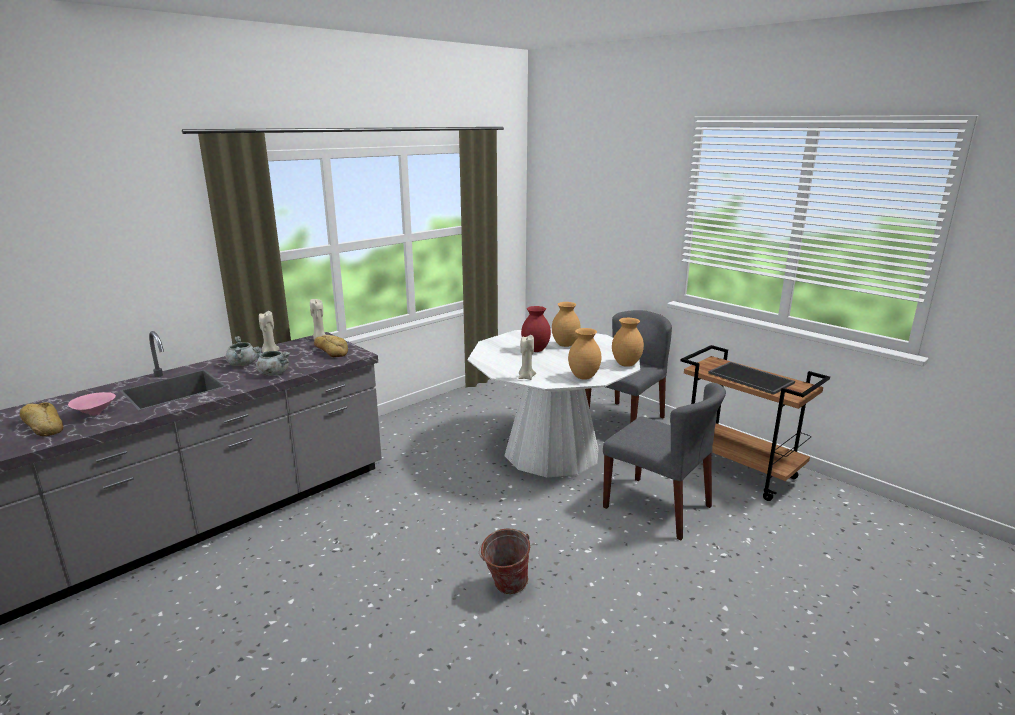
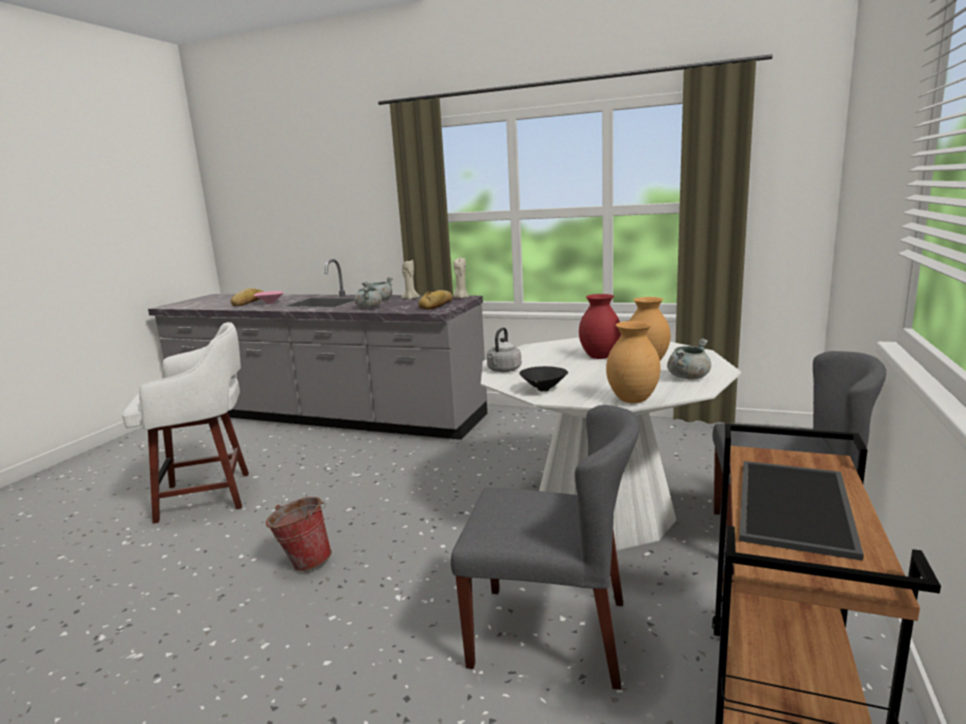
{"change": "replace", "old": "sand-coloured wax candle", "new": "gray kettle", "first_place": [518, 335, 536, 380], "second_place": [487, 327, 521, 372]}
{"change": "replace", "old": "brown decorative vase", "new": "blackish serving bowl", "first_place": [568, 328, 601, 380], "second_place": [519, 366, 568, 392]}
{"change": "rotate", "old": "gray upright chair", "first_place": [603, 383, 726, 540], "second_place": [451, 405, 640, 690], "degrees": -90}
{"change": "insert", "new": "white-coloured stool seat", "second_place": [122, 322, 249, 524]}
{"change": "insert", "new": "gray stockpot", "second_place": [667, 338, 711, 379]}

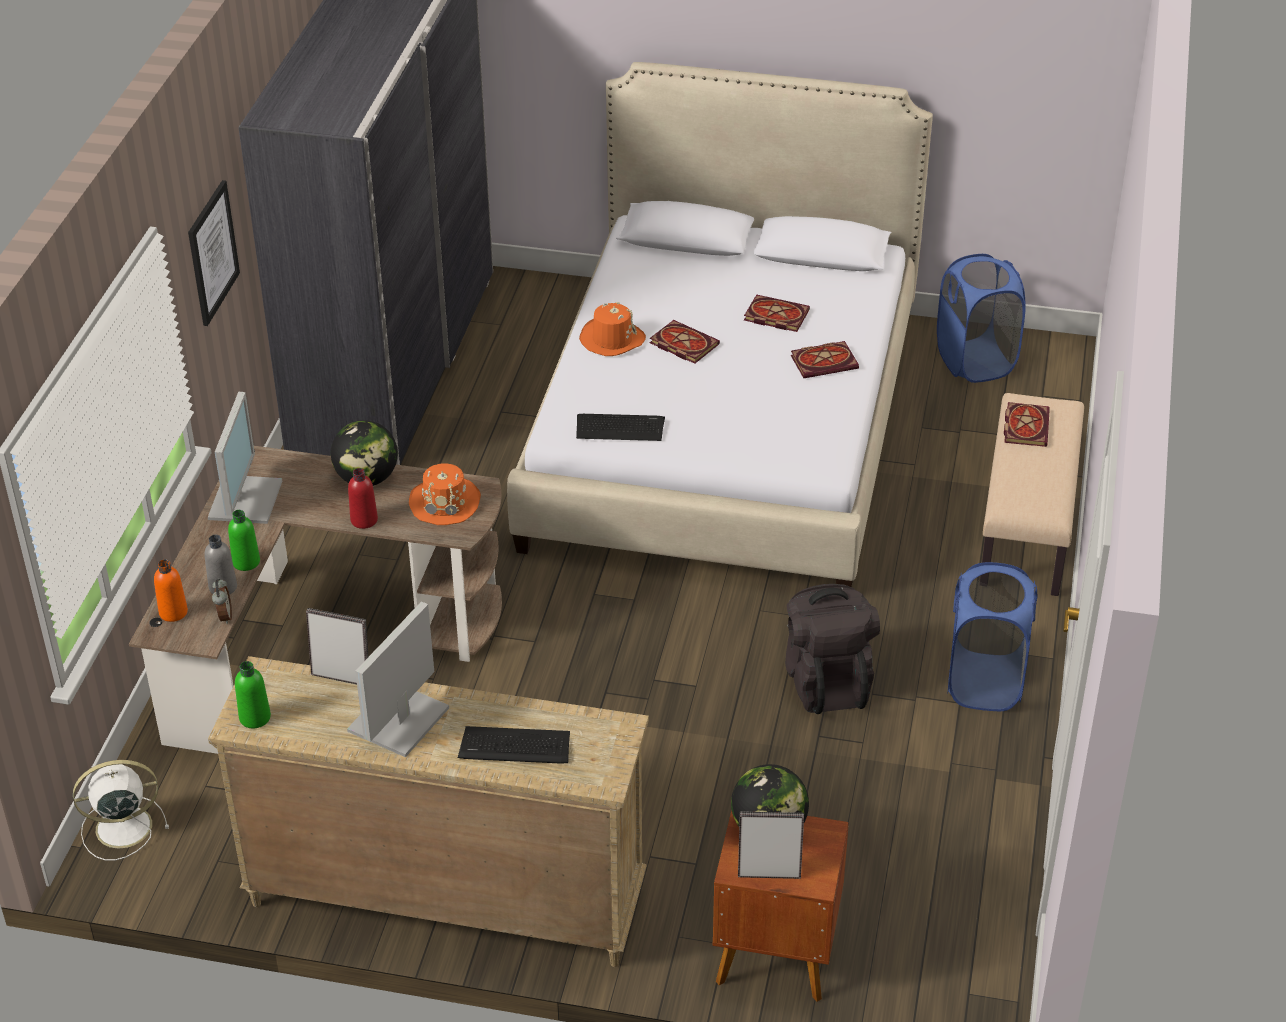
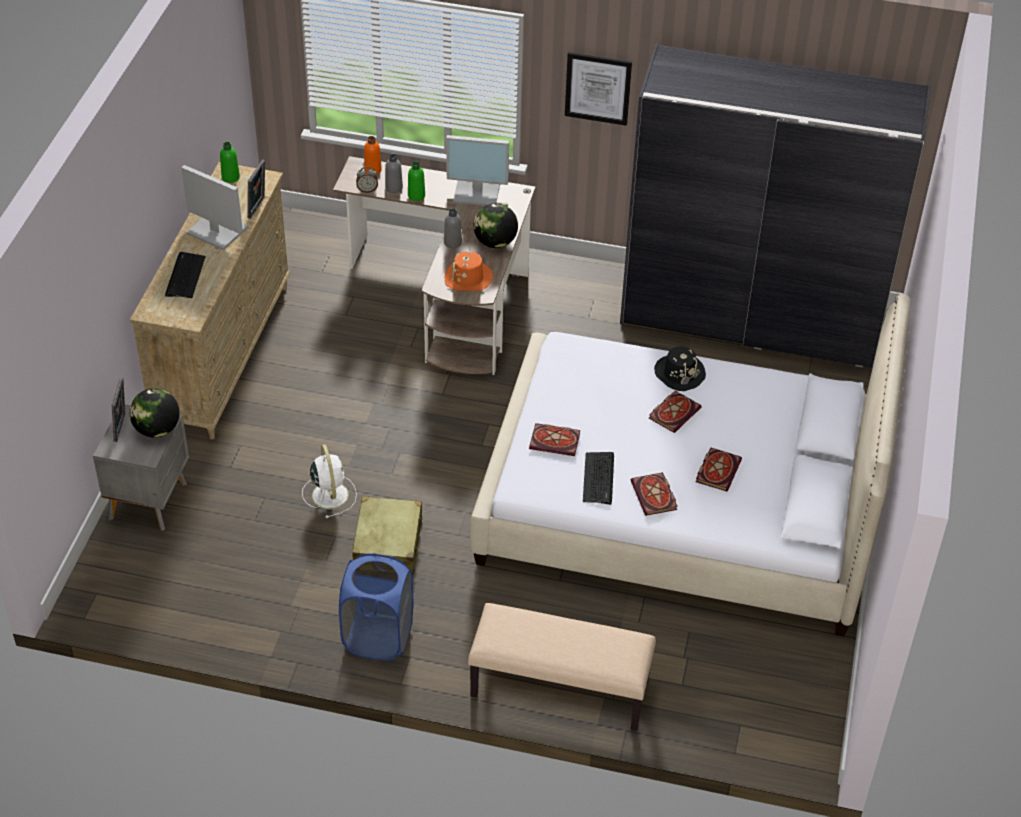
{"change": "move", "old": "white-coloured fan", "first_place": [73, 760, 169, 861], "second_place": [302, 445, 357, 518]}
{"change": "recolor", "old": "reddish drink bottle", "new": "gray drink bottle", "first_place": [348, 468, 378, 529], "second_place": [444, 208, 462, 248]}
{"change": "move", "old": "PC keyboard", "first_place": [576, 414, 665, 441], "second_place": [583, 452, 614, 505]}
{"change": "recolor", "old": "orange hat", "new": "blackish hat", "first_place": [579, 302, 646, 356], "second_place": [654, 346, 706, 391]}
{"change": "recolor", "old": "brown night table", "new": "gray night table", "first_place": [713, 810, 848, 1002], "second_place": [93, 404, 189, 531]}
{"change": "replace", "old": "blackish rucksack", "new": "sand-coloured suitcase", "first_place": [785, 584, 880, 714], "second_place": [352, 496, 422, 575]}
{"change": "delete", "old": "blue-coloured hamper", "first_place": [937, 254, 1026, 383]}
{"change": "move", "old": "bound book", "first_place": [1004, 402, 1050, 447], "second_place": [529, 423, 580, 456]}

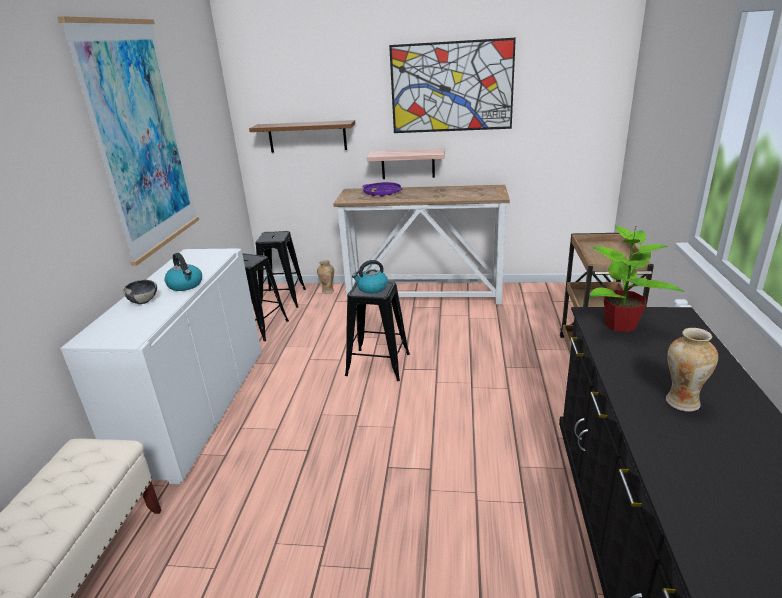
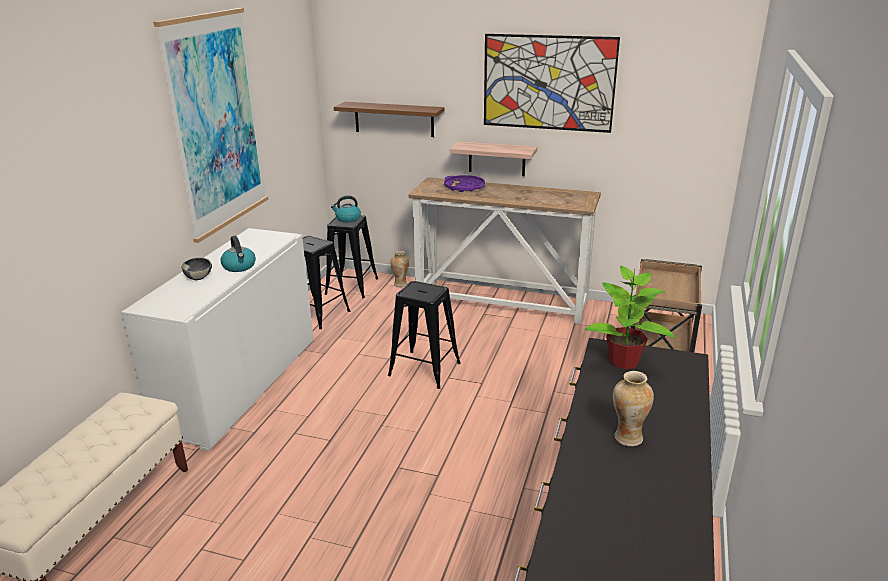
{"change": "move", "old": "kettle", "first_place": [352, 260, 388, 293], "second_place": [331, 196, 361, 222]}

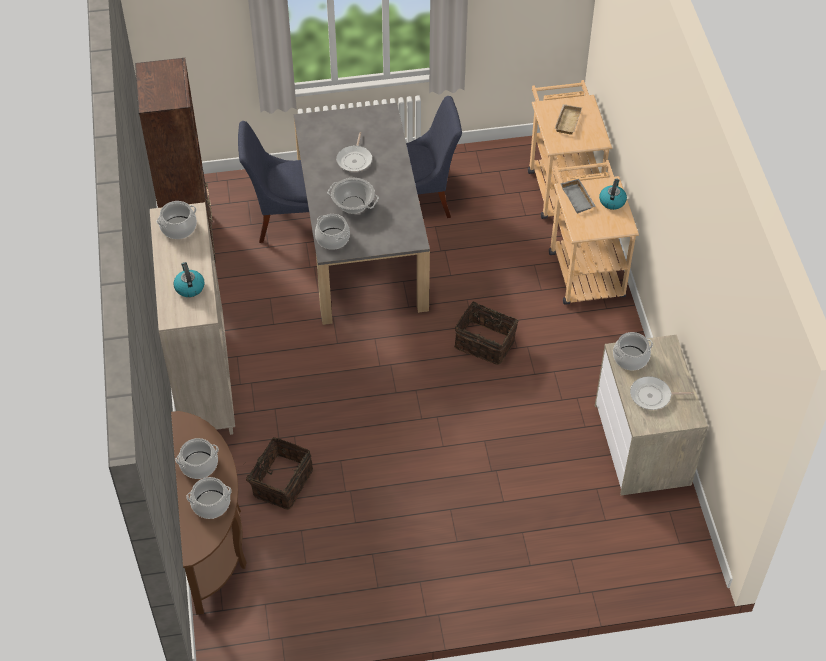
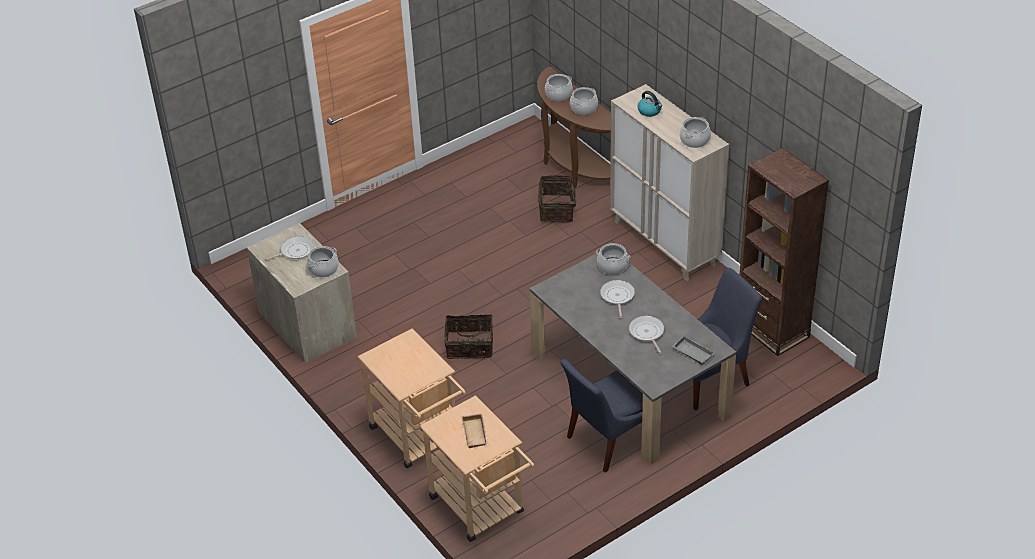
{"change": "replace", "old": "stockpot", "new": "frying pan", "first_place": [327, 178, 379, 214], "second_place": [600, 280, 635, 318]}
{"change": "move", "old": "gray carrying tray", "first_place": [560, 179, 596, 214], "second_place": [672, 335, 714, 365]}
{"change": "delete", "old": "kettle", "first_place": [599, 178, 627, 210]}

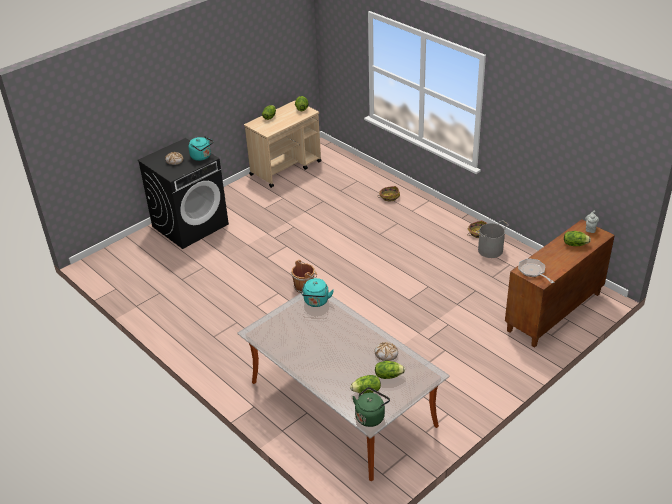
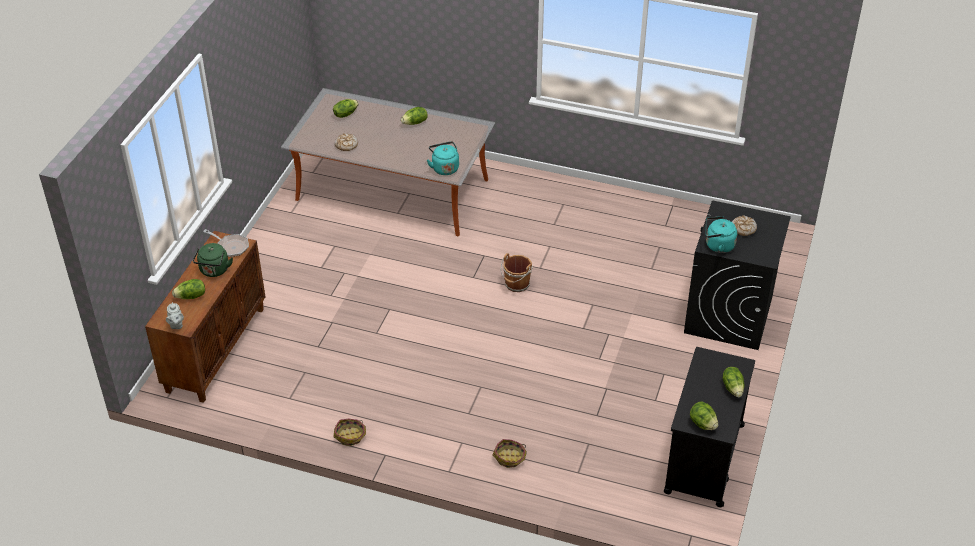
{"change": "recolor", "old": "sand-coloured trolley", "new": "blackish trolley", "first_place": [244, 100, 322, 188], "second_place": [663, 347, 755, 507]}
{"change": "move", "old": "green-coloured kettle", "first_place": [352, 387, 390, 427], "second_place": [193, 243, 233, 277]}
{"change": "move", "old": "head of lettuce", "first_place": [375, 361, 405, 379], "second_place": [401, 107, 428, 125]}
{"change": "delete", "old": "gray water bucket", "first_place": [476, 220, 509, 258]}

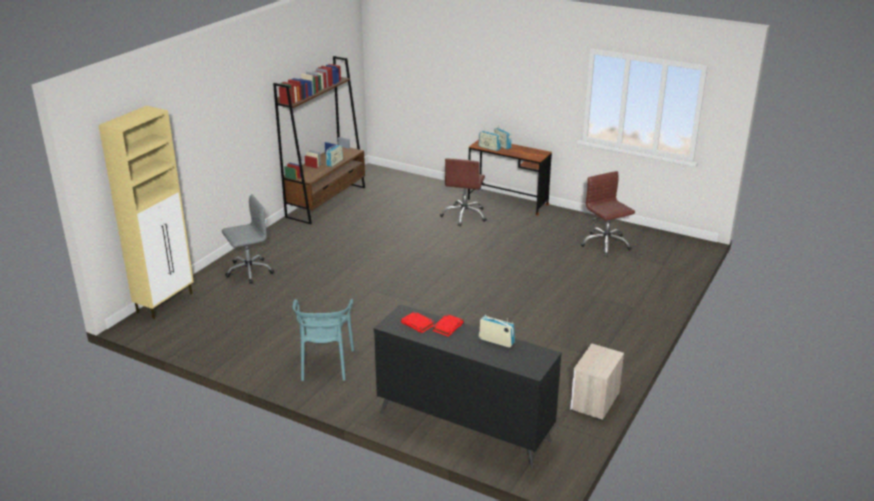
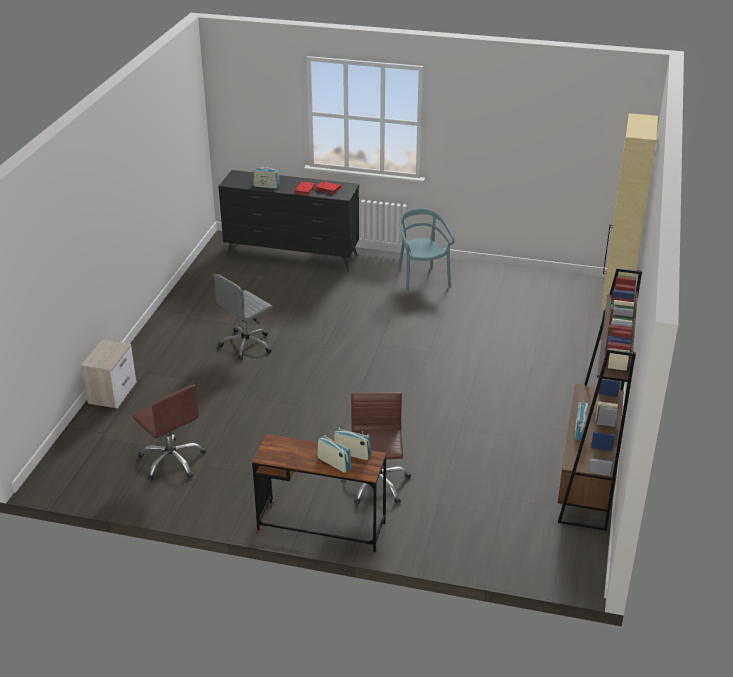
{"change": "move", "old": "gray desk chair", "first_place": [222, 194, 274, 284], "second_place": [213, 274, 273, 360]}
{"change": "move", "old": "night table", "first_place": [570, 343, 624, 421], "second_place": [81, 340, 136, 409]}

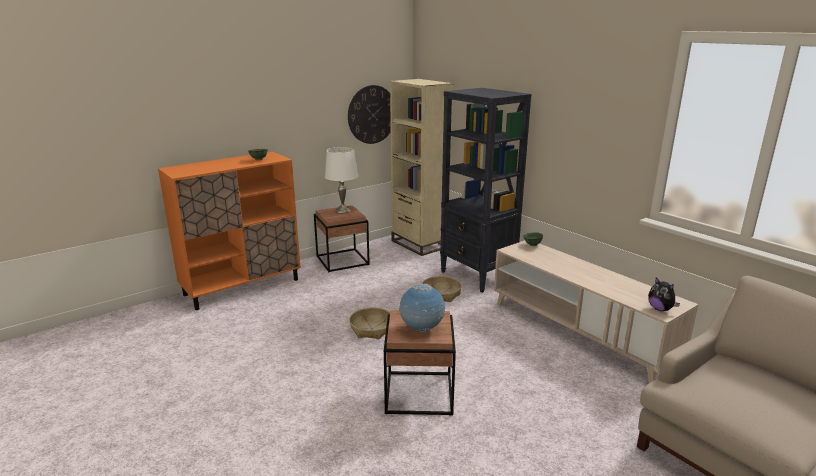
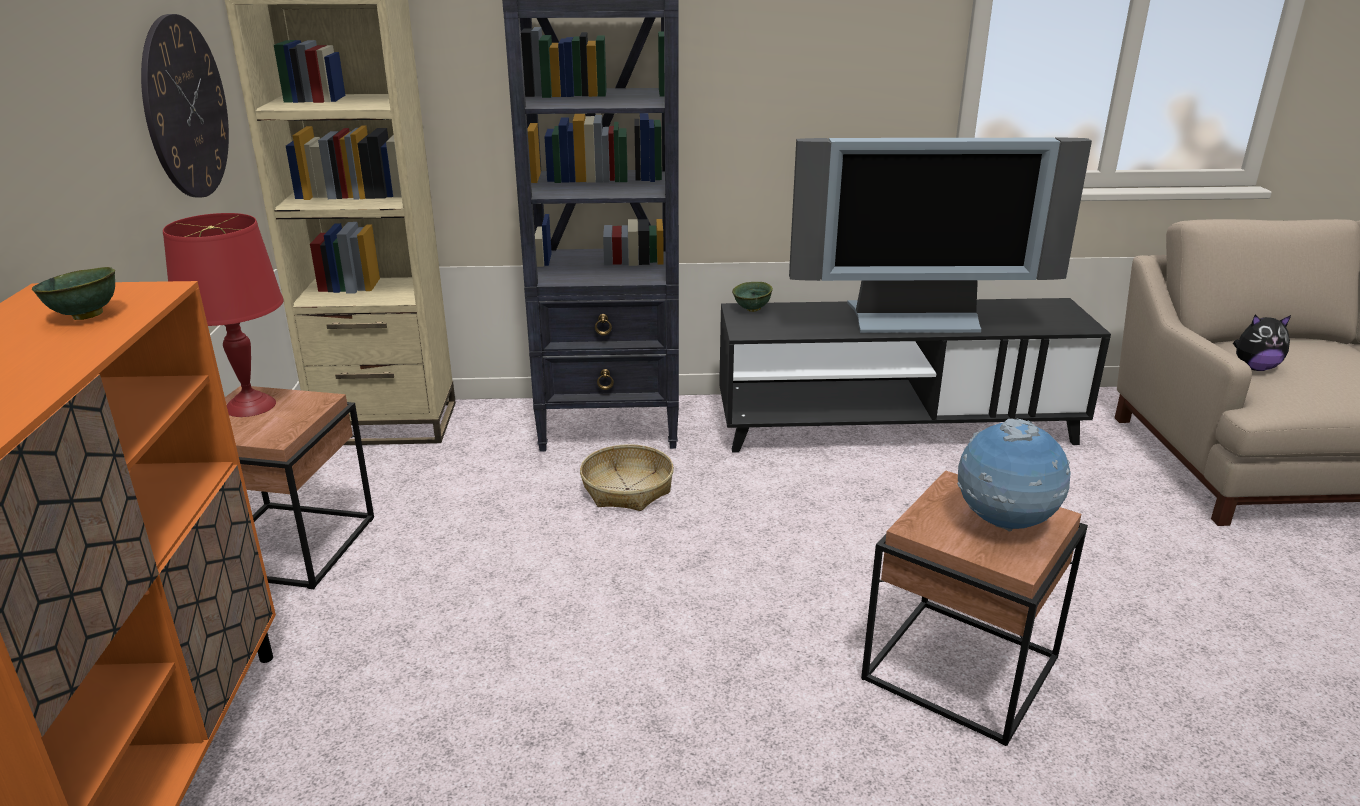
{"change": "recolor", "old": "white-coloured tabletop lamp", "new": "reddish tabletop lamp", "first_place": [325, 147, 358, 213], "second_place": [163, 213, 284, 417]}
{"change": "delete", "old": "storage basket", "first_place": [349, 308, 390, 339]}
{"change": "recolor", "old": "sand-coloured tv stand", "new": "blackish tv stand", "first_place": [494, 240, 698, 383], "second_place": [719, 298, 1111, 453]}
{"change": "move", "old": "plush toy", "first_place": [648, 277, 680, 311], "second_place": [1233, 315, 1291, 371]}
{"change": "insert", "new": "TV", "second_place": [789, 138, 1092, 333]}

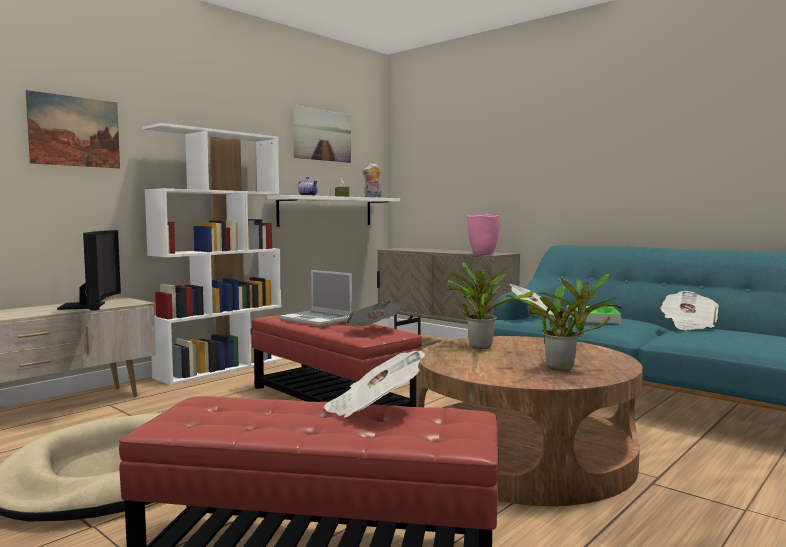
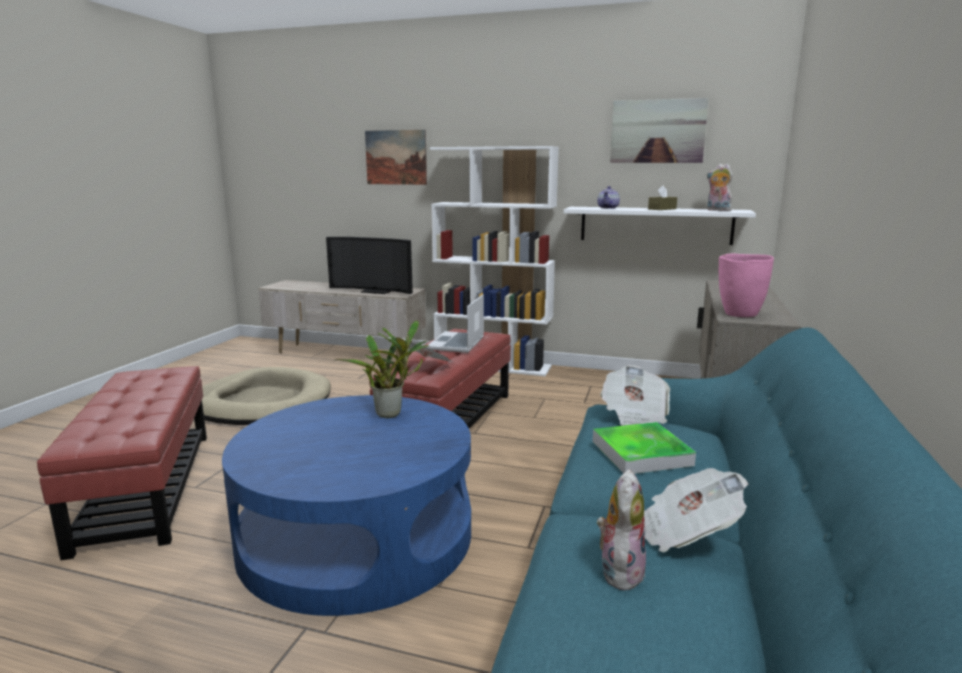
{"change": "rotate", "old": "TV", "first_place": [57, 230, 121, 311], "second_place": [326, 237, 413, 294], "degrees": 60}
{"change": "delete", "old": "daily paper", "first_place": [324, 351, 425, 418]}
{"change": "recolor", "old": "brown lounge table", "new": "blue-coloured lounge table", "first_place": [416, 336, 643, 506], "second_place": [222, 395, 471, 616]}
{"change": "delete", "old": "houseplant", "first_place": [506, 273, 622, 371]}
{"change": "insert", "new": "plush toy", "second_place": [597, 469, 646, 593]}

